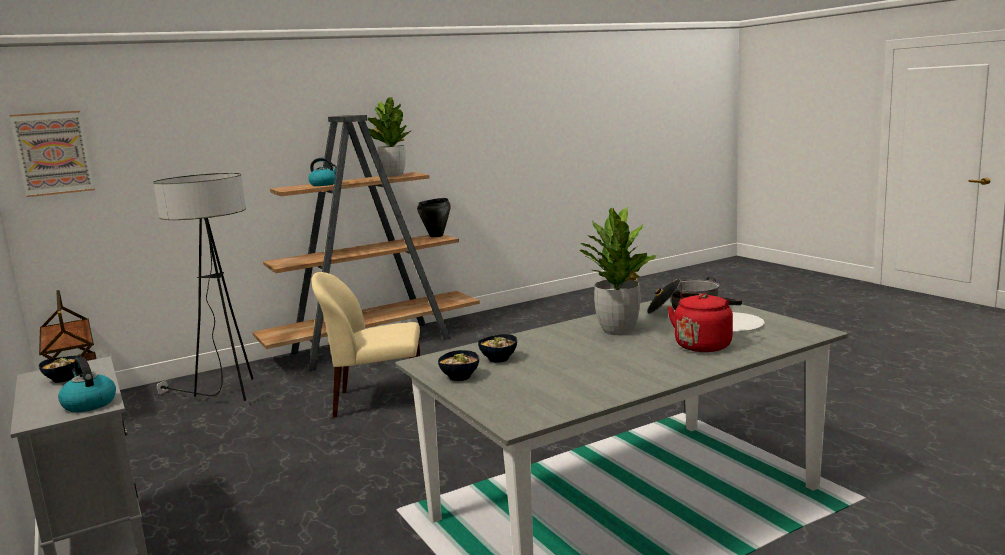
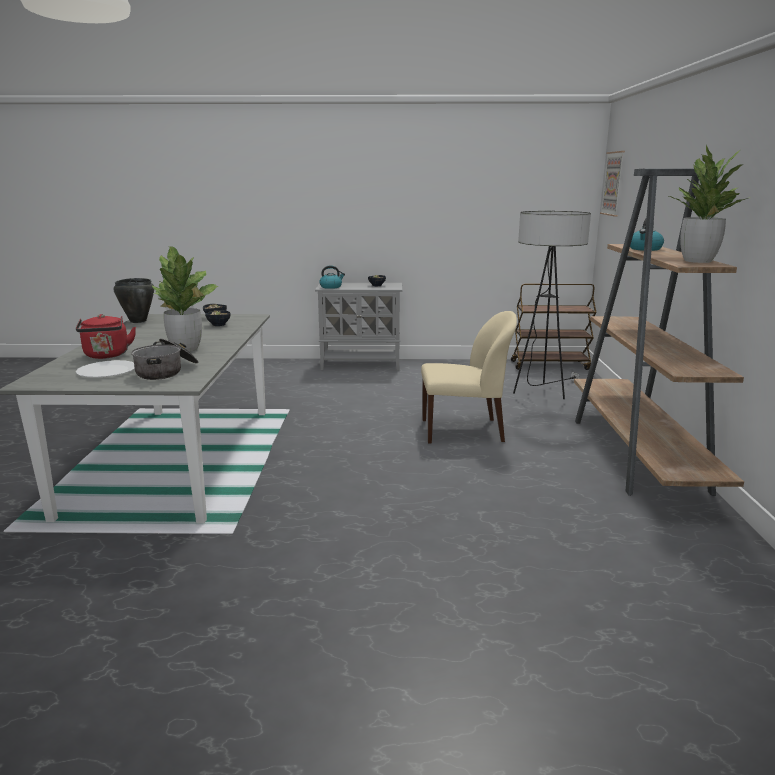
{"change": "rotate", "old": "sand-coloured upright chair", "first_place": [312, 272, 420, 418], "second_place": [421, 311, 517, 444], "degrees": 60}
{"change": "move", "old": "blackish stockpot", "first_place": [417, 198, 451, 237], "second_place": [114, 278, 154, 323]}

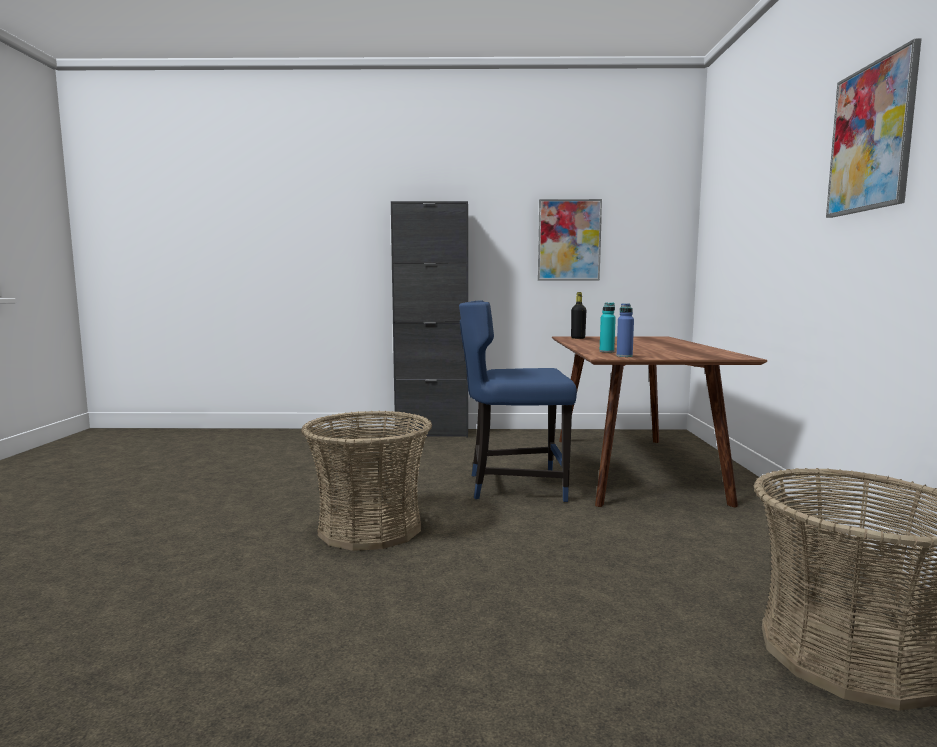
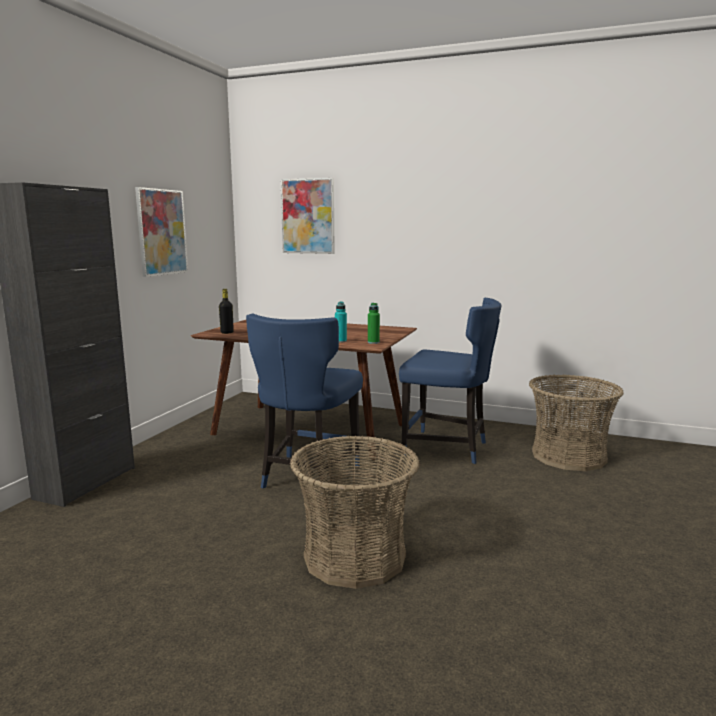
{"change": "recolor", "old": "blue-coloured drink bottle", "new": "green-coloured drink bottle", "first_place": [617, 303, 634, 357], "second_place": [368, 303, 380, 344]}
{"change": "move", "old": "wall picture", "first_place": [826, 39, 921, 218], "second_place": [281, 178, 335, 254]}
{"change": "insert", "new": "blue-coloured upright chair", "second_place": [399, 298, 502, 464]}

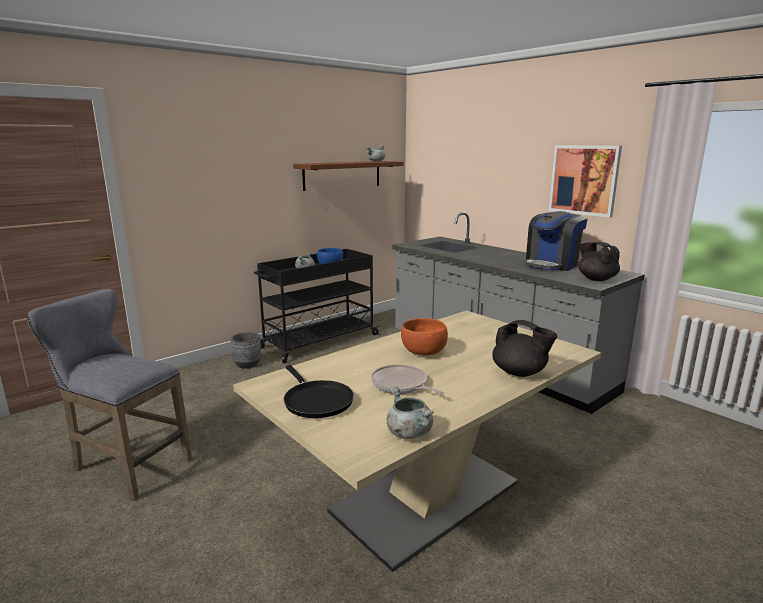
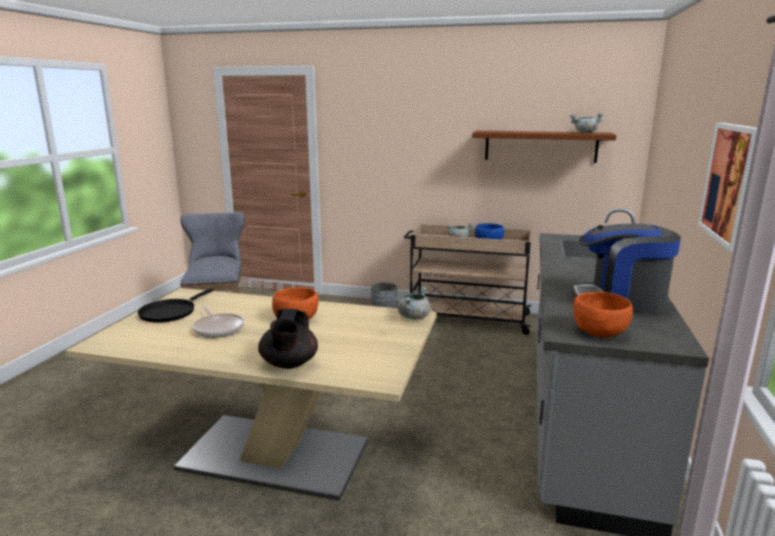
{"change": "recolor", "old": "blackish trolley", "new": "sand-coloured trolley", "first_place": [254, 249, 380, 363], "second_place": [404, 224, 532, 335]}
{"change": "rotate", "old": "frying pan", "first_place": [371, 364, 444, 395], "second_place": [193, 306, 244, 338], "degrees": 135}
{"change": "move", "old": "gray stockpot", "first_place": [387, 387, 434, 439], "second_place": [398, 286, 431, 319]}
{"change": "replace", "old": "blackish teapot", "new": "orange serving bowl", "first_place": [578, 242, 620, 281], "second_place": [573, 292, 633, 338]}

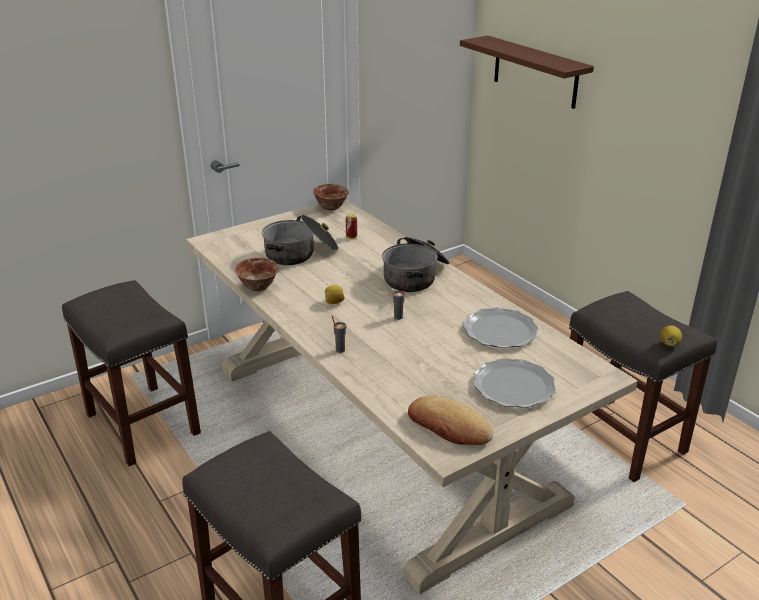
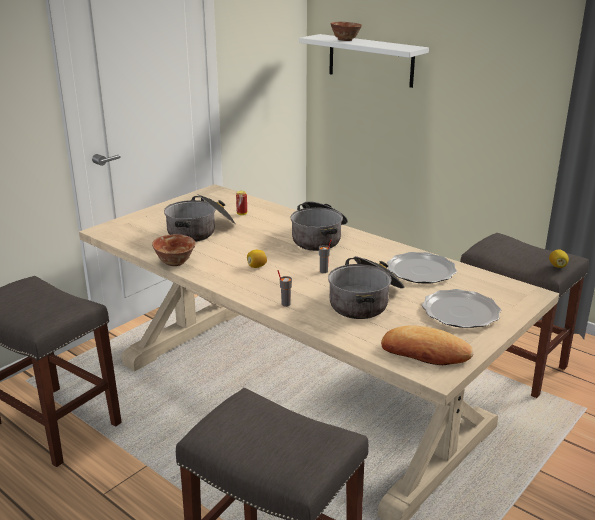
{"change": "move", "old": "serving bowl", "first_place": [313, 184, 349, 210], "second_place": [330, 22, 362, 41]}
{"change": "recolor", "old": "brown bracket shelf", "new": "white-coloured bracket shelf", "first_place": [460, 36, 594, 109], "second_place": [299, 34, 429, 88]}
{"change": "insert", "new": "stockpot", "second_place": [328, 256, 404, 319]}

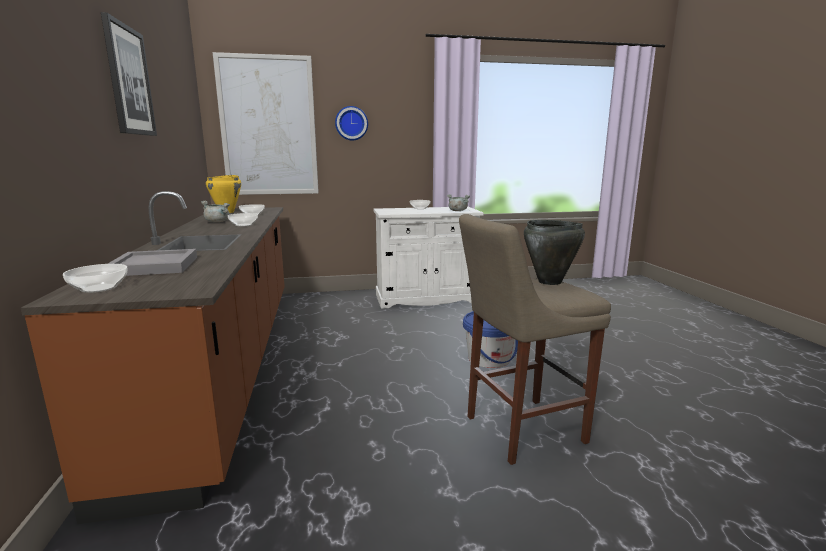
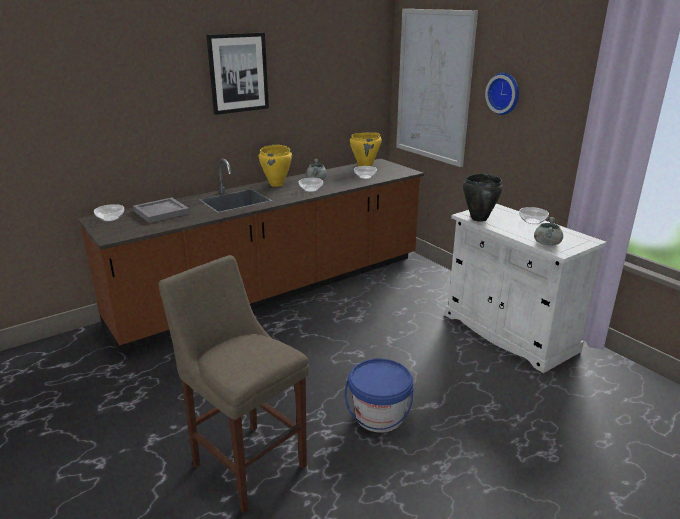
{"change": "move", "old": "blackish stockpot", "first_place": [524, 220, 585, 285], "second_place": [463, 174, 503, 222]}
{"change": "insert", "new": "yellow-coloured stockpot", "second_place": [258, 145, 292, 187]}

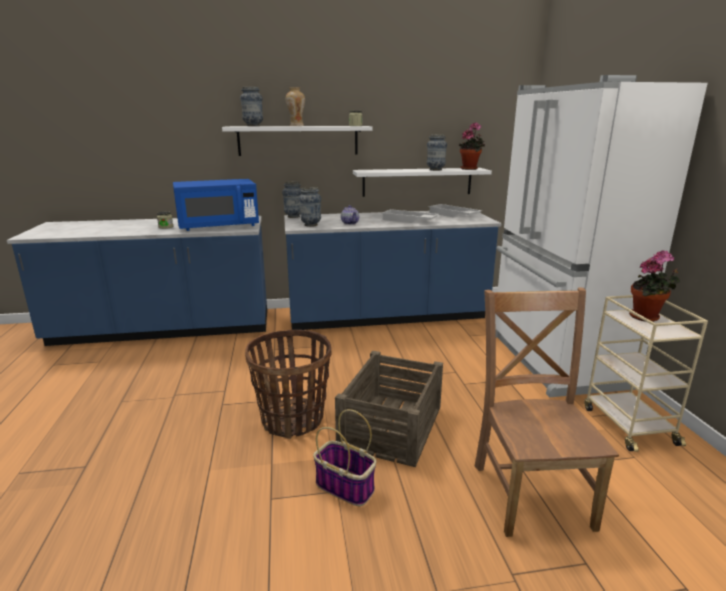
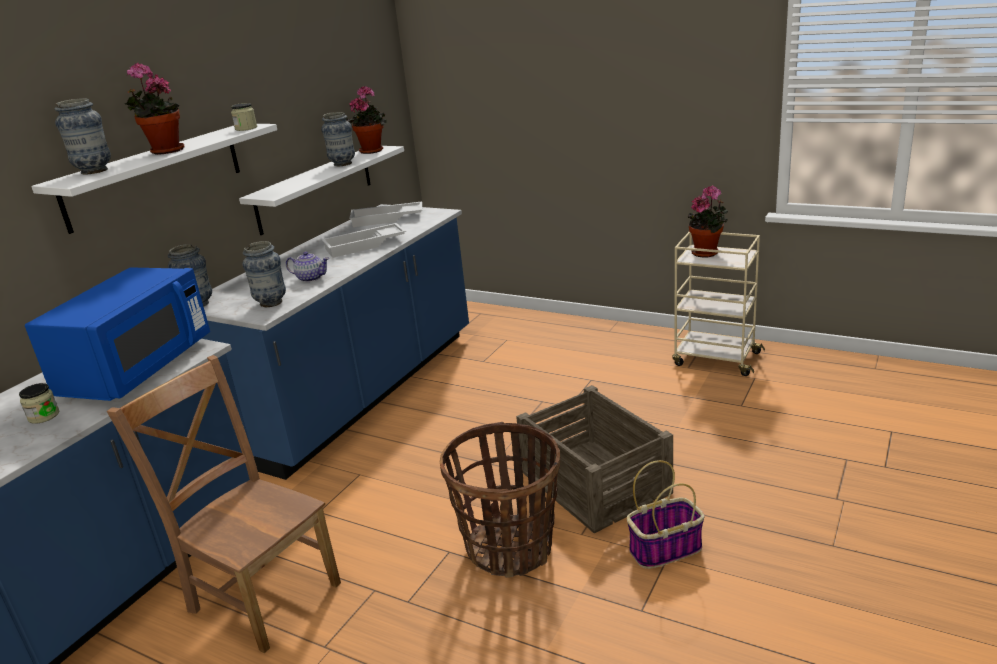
{"change": "replace", "old": "decorative vase", "new": "houseplant", "first_place": [286, 87, 305, 126], "second_place": [125, 63, 184, 155]}
{"change": "move", "old": "brown upright chair", "first_place": [475, 287, 619, 537], "second_place": [107, 355, 341, 653]}
{"change": "delete", "old": "white-coloured fridge", "first_place": [495, 75, 708, 397]}

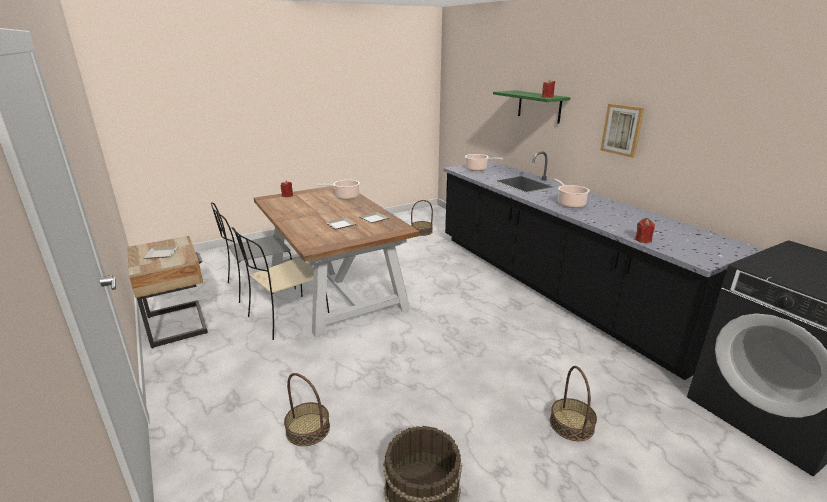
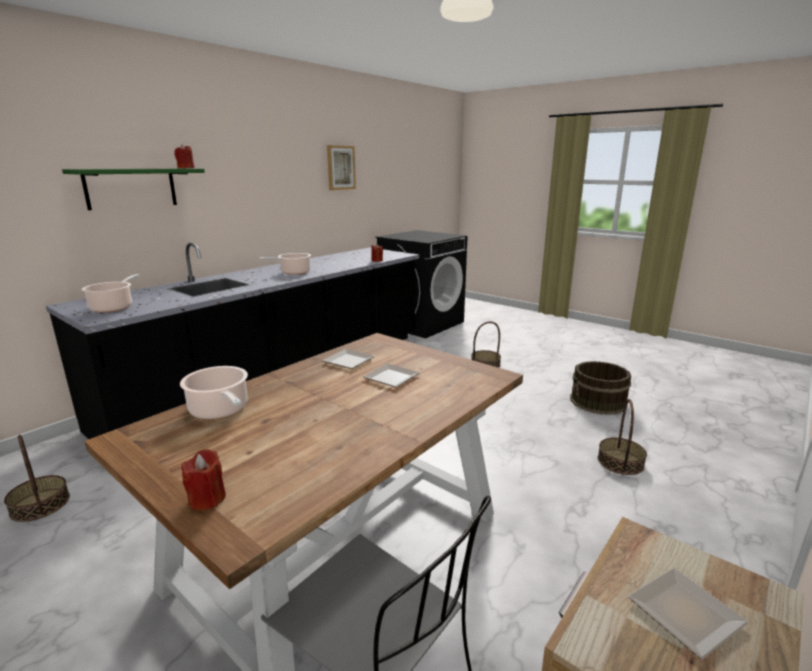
{"change": "delete", "old": "sand-coloured upright chair", "first_place": [232, 227, 329, 340]}
{"change": "move", "old": "wall picture", "first_place": [601, 104, 645, 158], "second_place": [327, 145, 356, 190]}

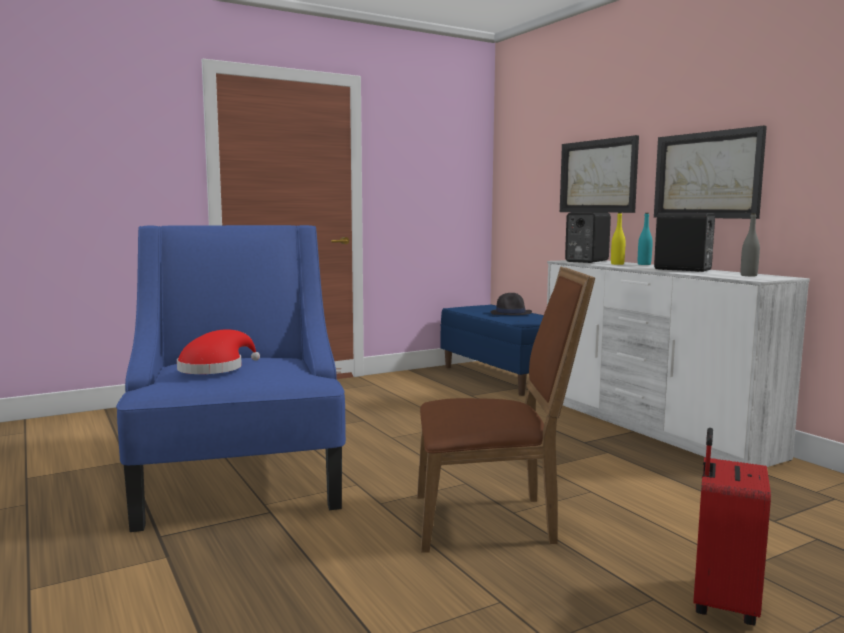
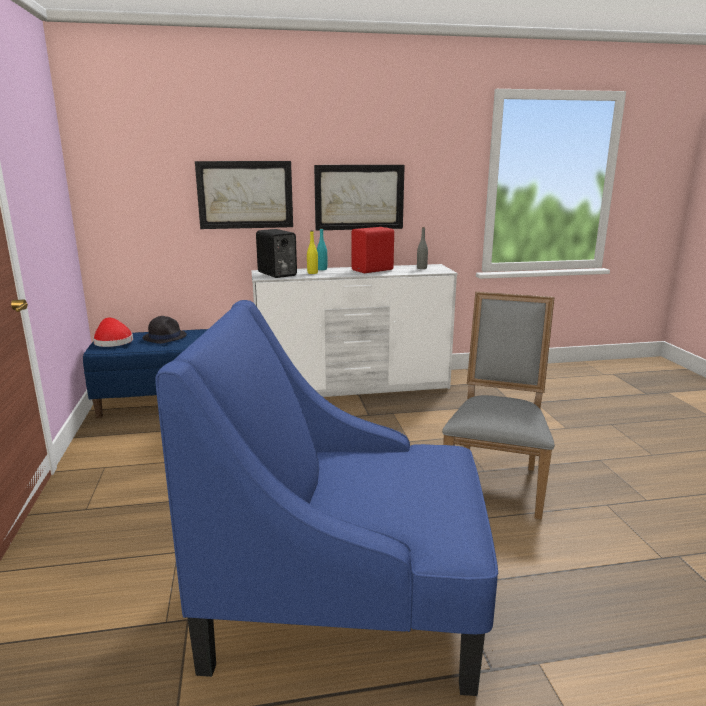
{"change": "move", "old": "reddish hat", "first_place": [177, 329, 260, 374], "second_place": [93, 317, 133, 347]}
{"change": "recolor", "old": "brown upright chair", "new": "gray upright chair", "first_place": [417, 267, 595, 553], "second_place": [442, 292, 555, 519]}
{"change": "recolor", "old": "blackish speaker", "new": "reddish speaker", "first_place": [654, 213, 715, 272], "second_place": [351, 227, 394, 273]}
{"change": "delete", "old": "reddish suitcase", "first_place": [693, 428, 771, 626]}

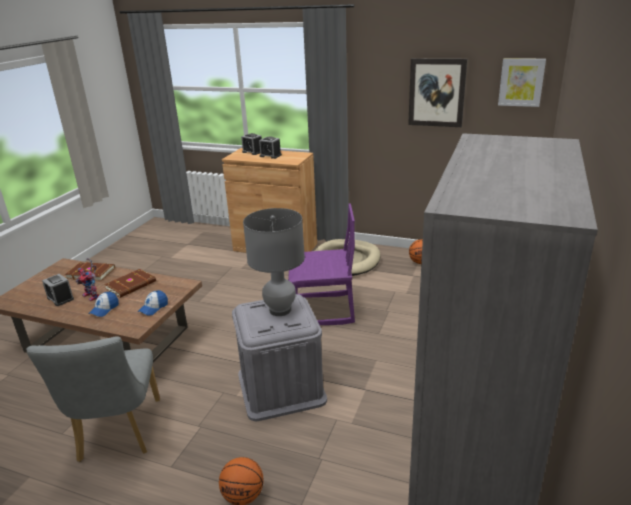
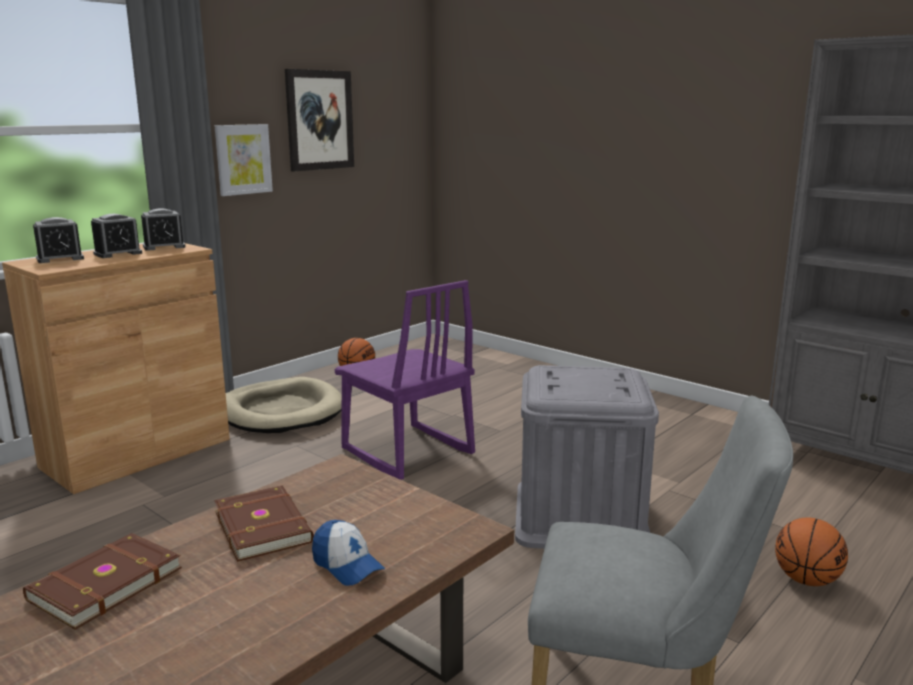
{"change": "move", "old": "table clock", "first_place": [42, 274, 74, 306], "second_place": [141, 208, 186, 251]}
{"change": "delete", "old": "model robot", "first_place": [76, 258, 99, 301]}
{"change": "delete", "old": "baseball cap", "first_place": [138, 290, 168, 316]}
{"change": "delete", "old": "gray tabletop lamp", "first_place": [243, 208, 305, 316]}
{"change": "rotate", "old": "purple-coloured upright chair", "first_place": [288, 204, 355, 325], "second_place": [334, 280, 475, 480], "degrees": 120}
{"change": "move", "old": "wall picture", "first_place": [498, 58, 546, 107], "second_place": [215, 124, 273, 196]}

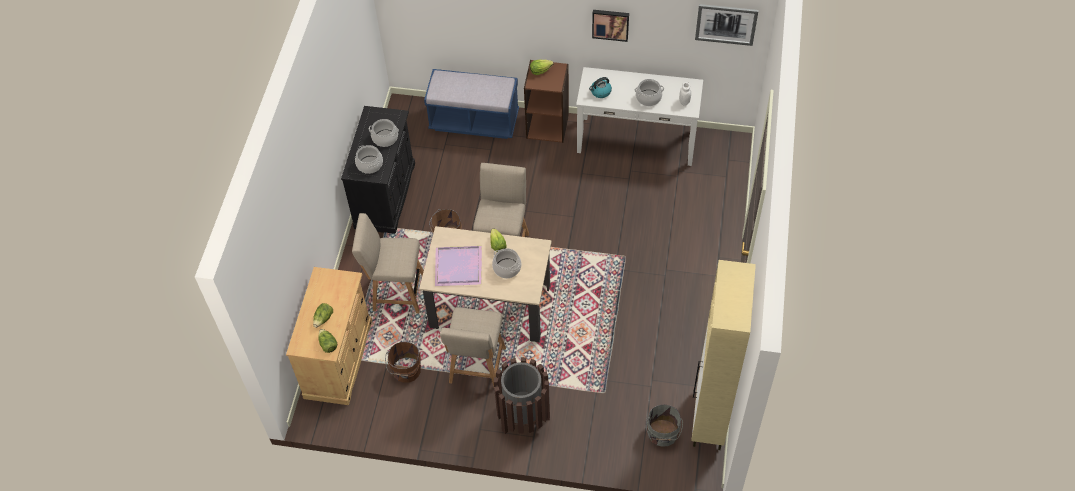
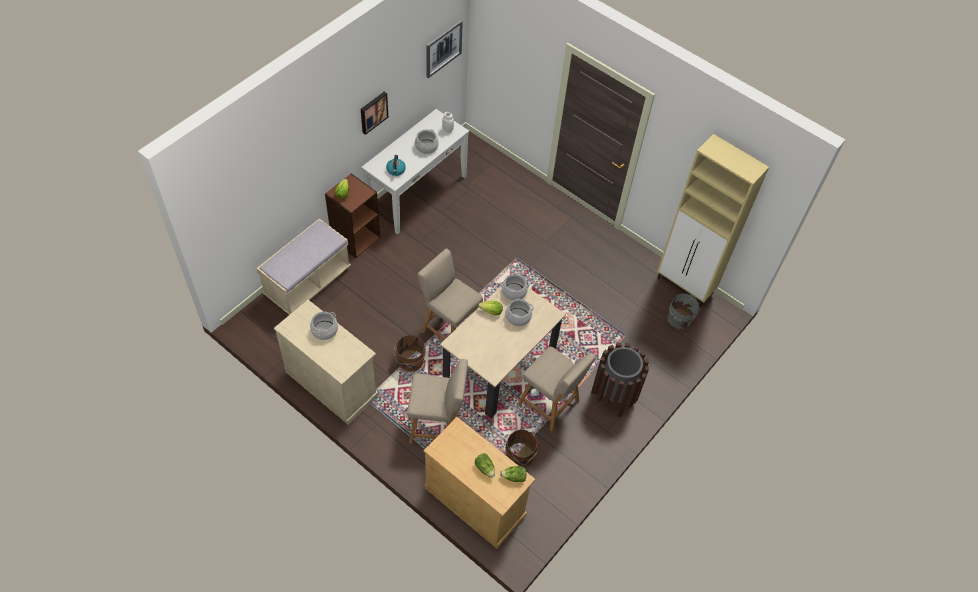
{"change": "recolor", "old": "blackish cupboard", "new": "sand-coloured cupboard", "first_place": [341, 106, 415, 234], "second_place": [274, 300, 378, 425]}
{"change": "rotate", "old": "sand-coloured upright chair", "first_place": [352, 213, 424, 313], "second_place": [407, 359, 468, 444], "degrees": -120}
{"change": "move", "old": "stockpot", "first_place": [355, 145, 383, 174], "second_place": [500, 274, 530, 301]}
{"change": "recolor", "old": "blue-coloured long seat", "new": "sand-coloured long seat", "first_place": [424, 69, 519, 139], "second_place": [256, 218, 351, 315]}
{"change": "delete", "old": "purple-coloured carrying tray", "first_place": [435, 246, 482, 286]}

